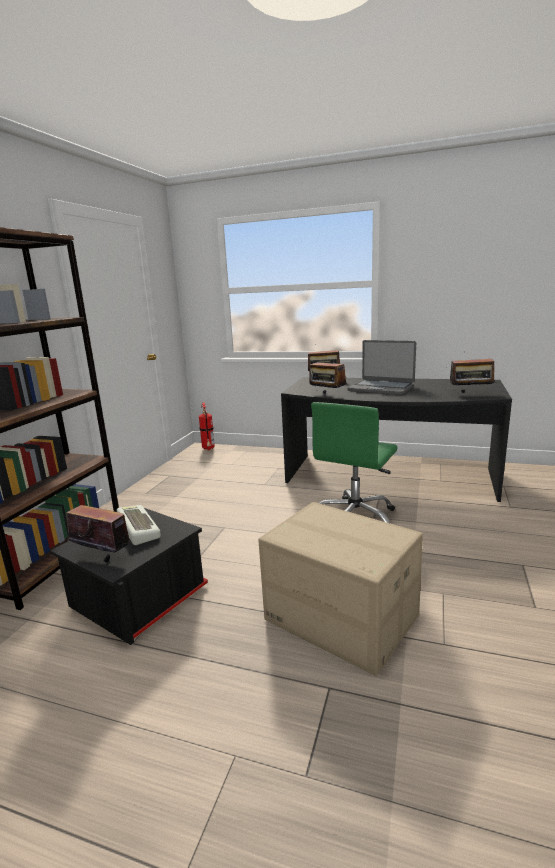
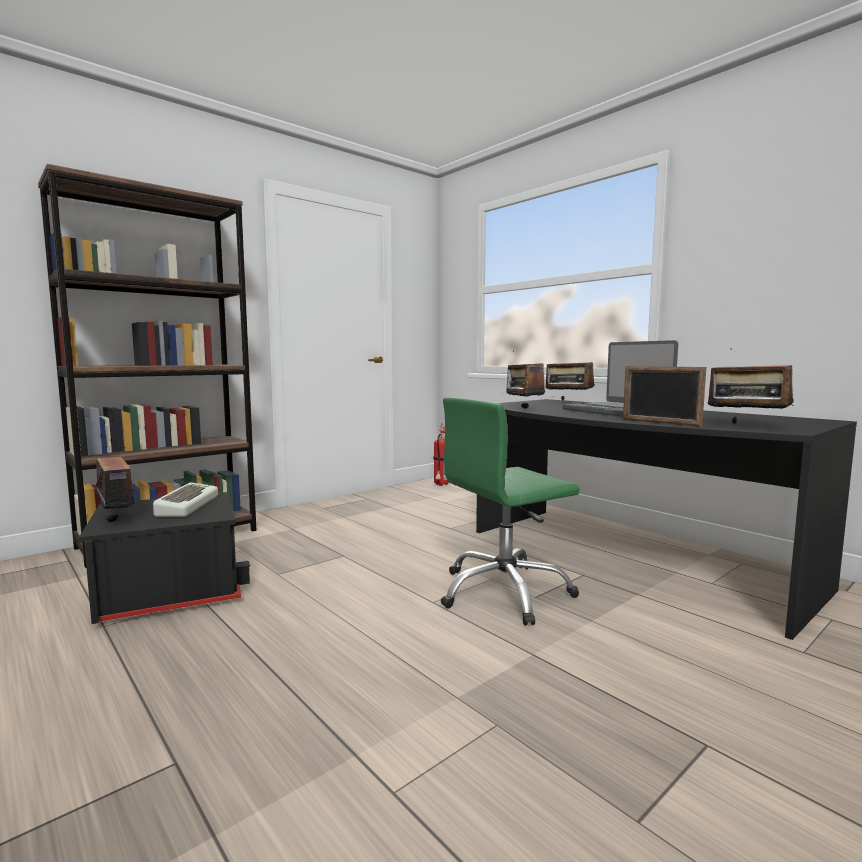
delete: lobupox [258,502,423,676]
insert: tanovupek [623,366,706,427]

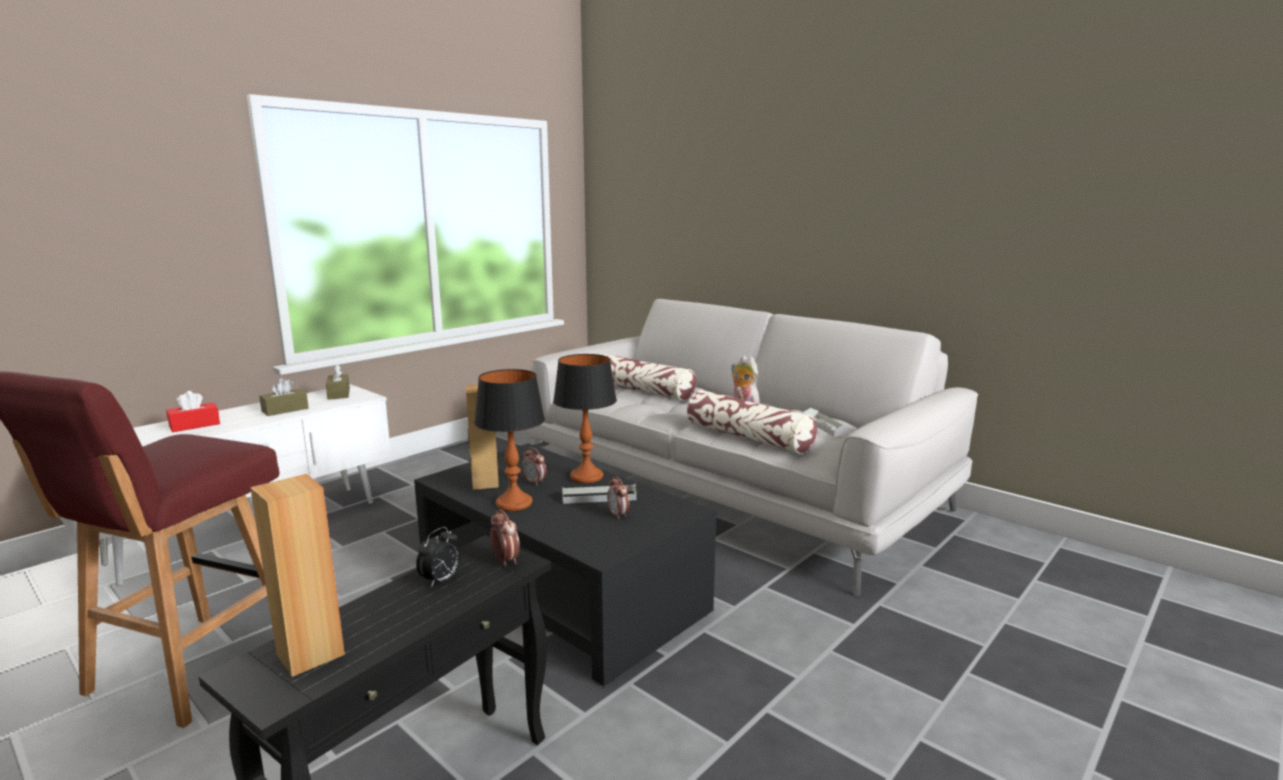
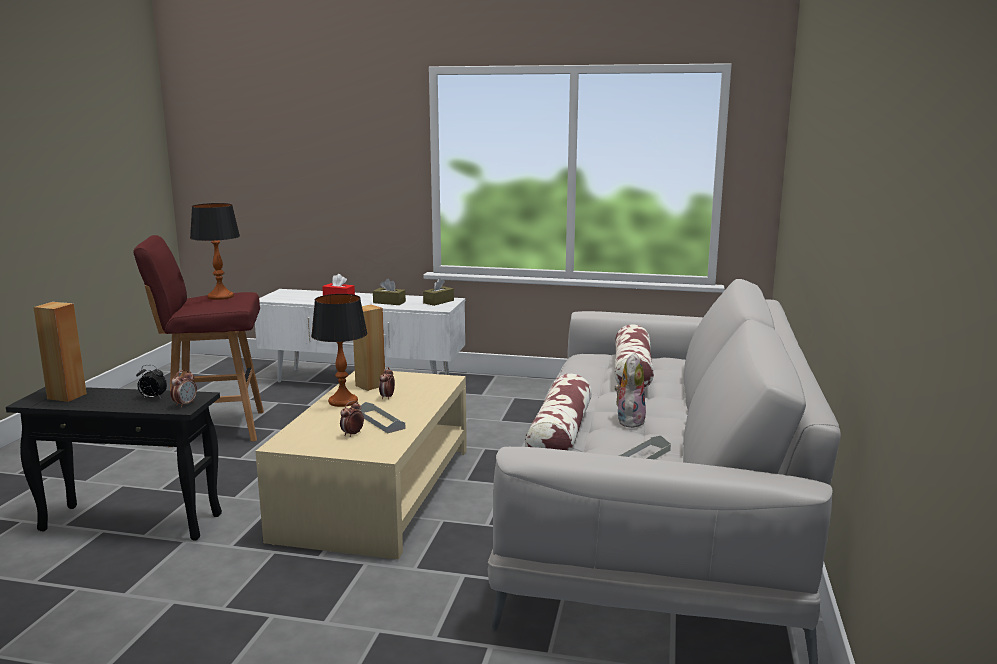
move: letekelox [553,354,617,483] to [190,203,240,300]
recolor: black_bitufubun [414,443,716,686] to beige_bitufubun [255,371,467,560]

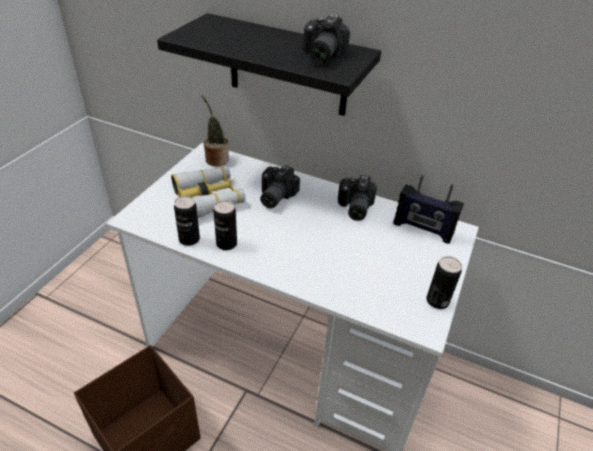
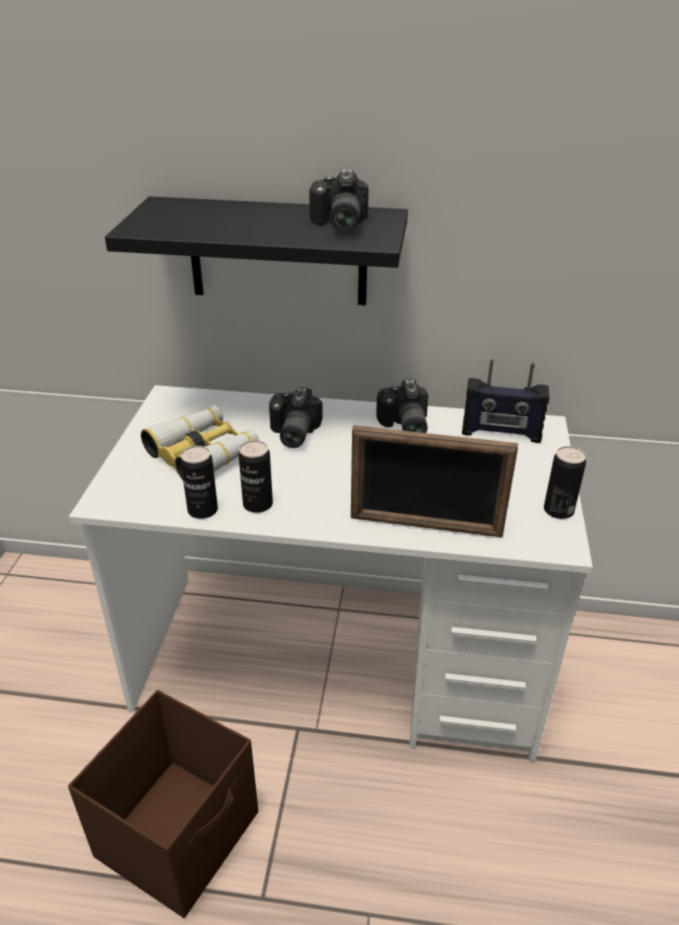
delete: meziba [201,95,229,166]
insert: tanovupek [351,425,518,538]

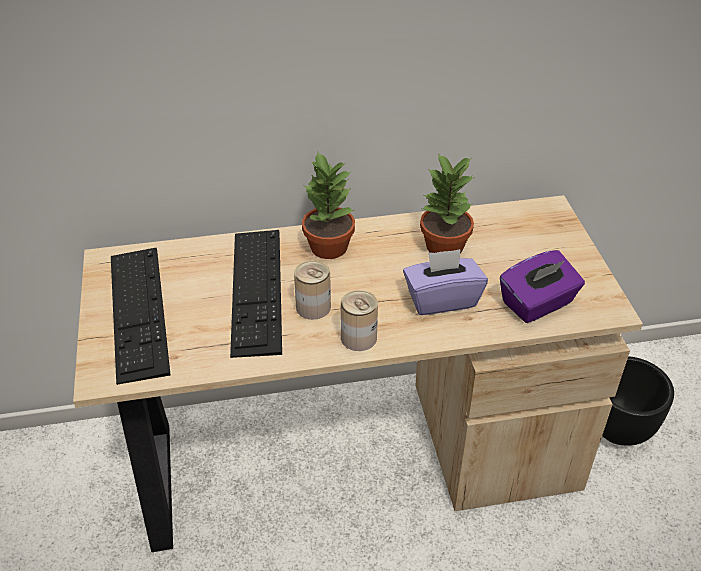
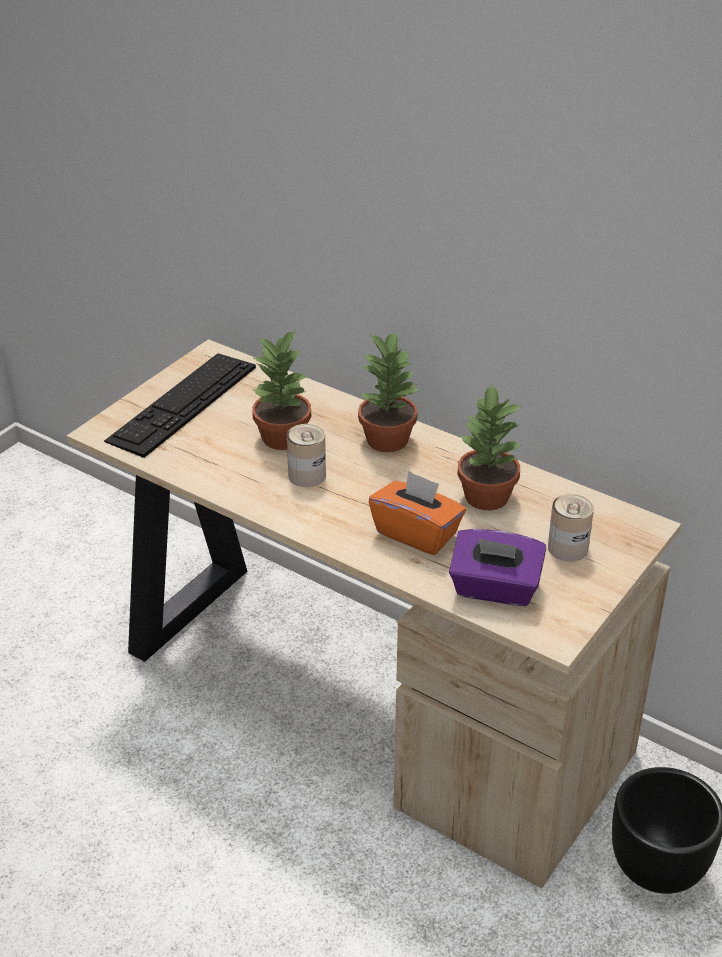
move: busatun [340,290,378,351] to [548,494,594,562]
replace: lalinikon [230,230,282,358] to meziba [251,329,311,450]
recolor: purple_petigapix [403,249,488,315] to orange_petigapix [369,470,466,555]

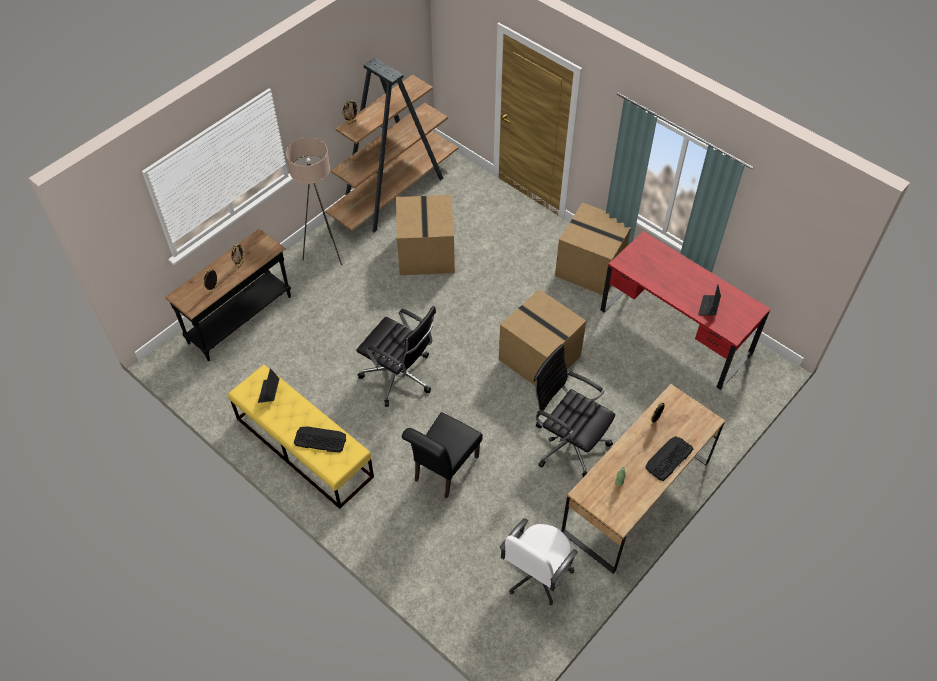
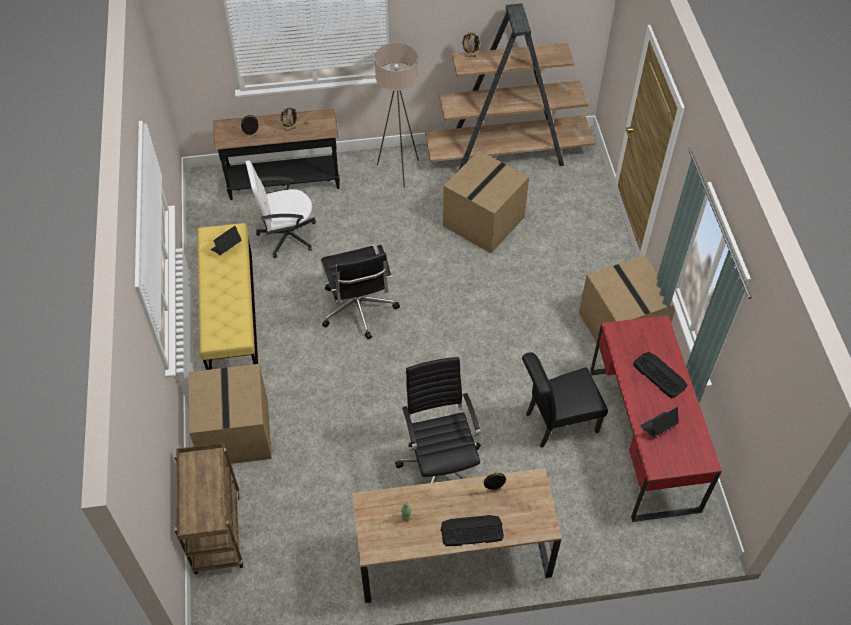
insert: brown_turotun [174,443,243,574]
move: lobupox [499,289,586,386] to [189,364,272,464]; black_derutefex [402,412,483,499] to [522,352,608,448]; lalinikon [294,426,346,453] to [633,352,687,398]; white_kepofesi [500,518,578,605] to [246,160,316,258]

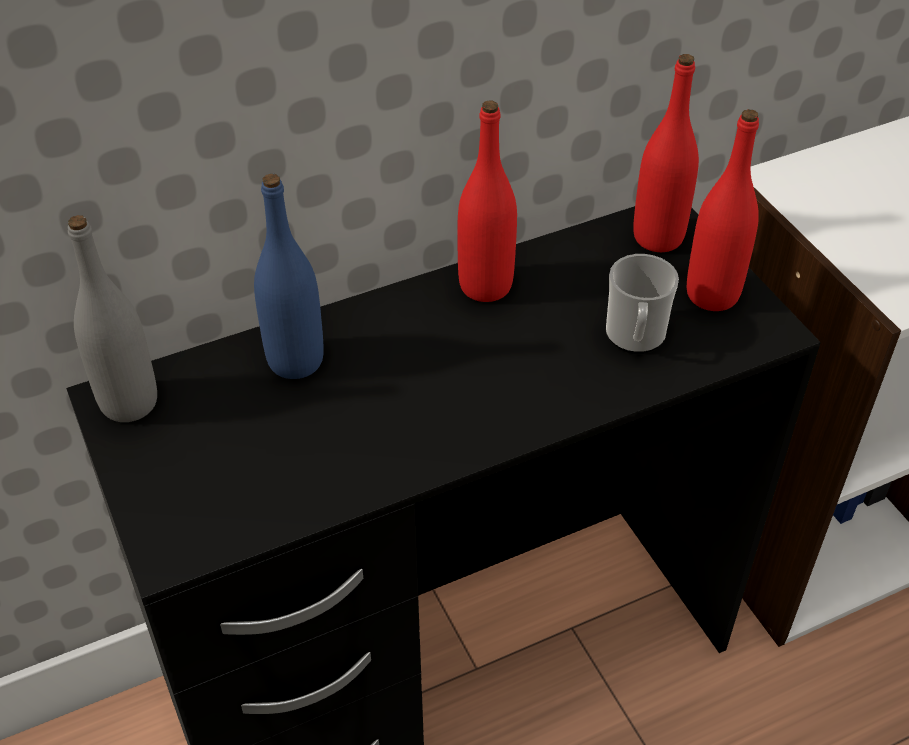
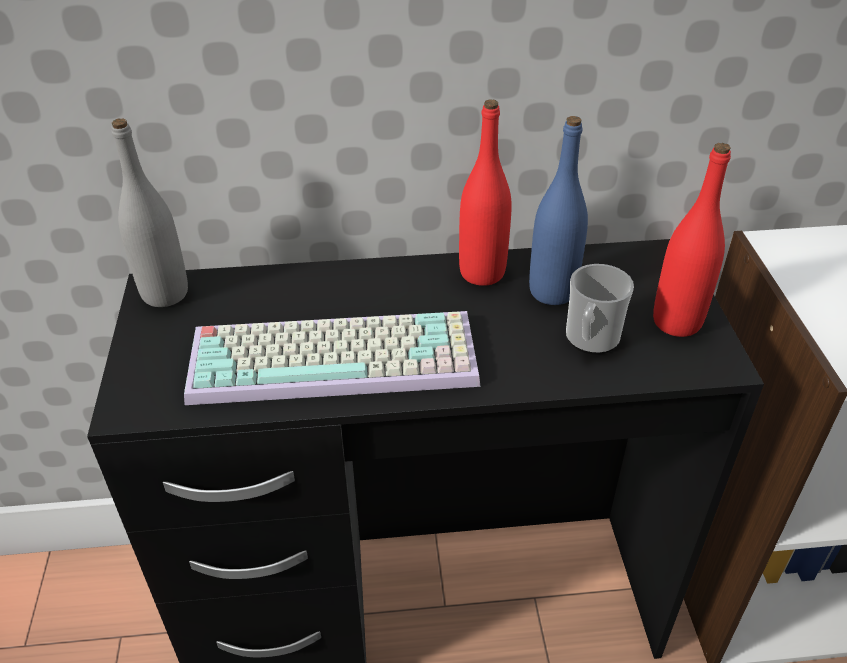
delete: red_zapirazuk [633,54,699,252]
insert: lalinikon [184,311,481,405]
move: blue_zapirazuk [254,174,324,379] to [529,116,588,305]

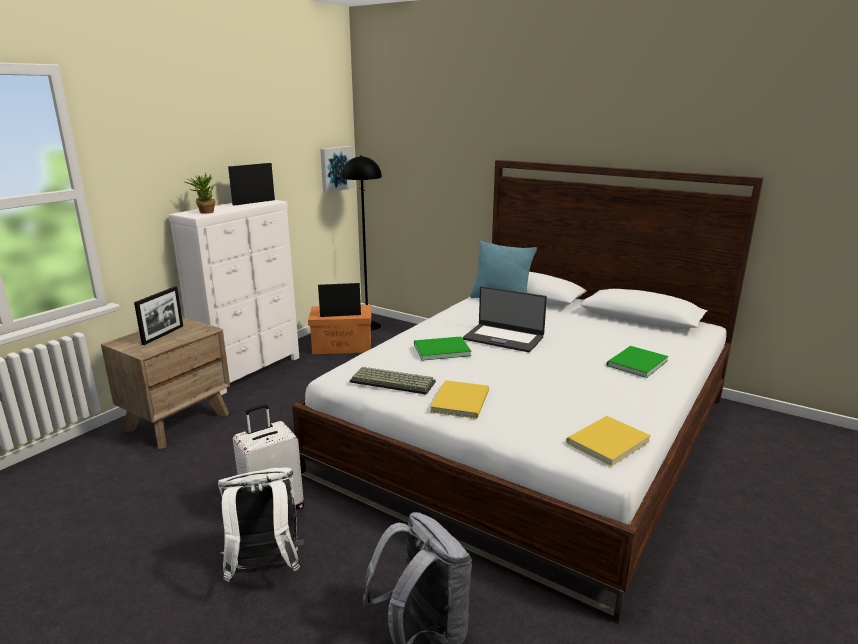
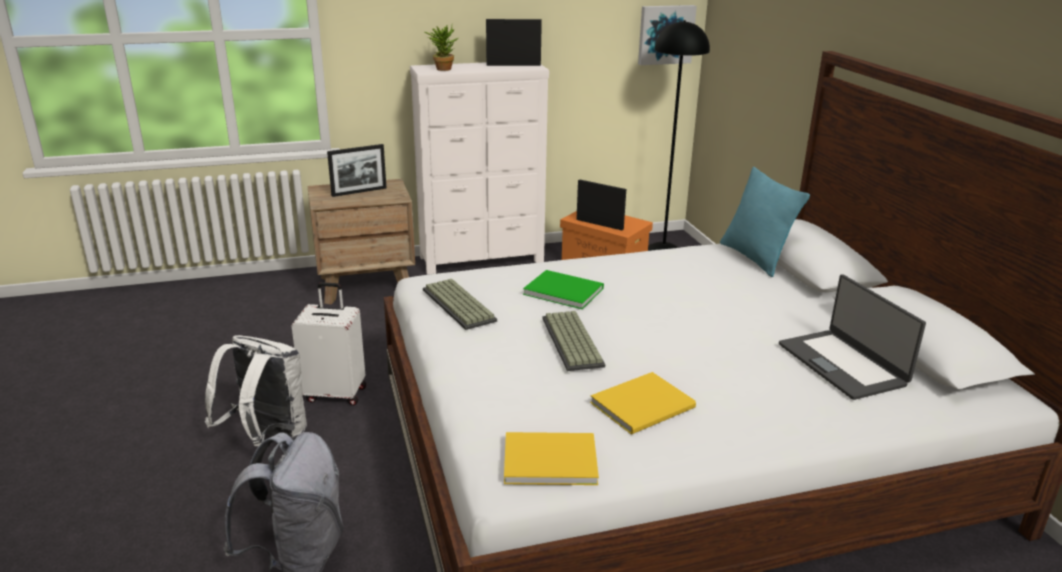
delete: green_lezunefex [606,346,668,378]
insert: lalinikon [542,311,605,371]
move: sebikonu [463,286,547,352] to [779,274,926,400]; yellow_lezunefex [430,380,489,419] to [590,372,696,435]

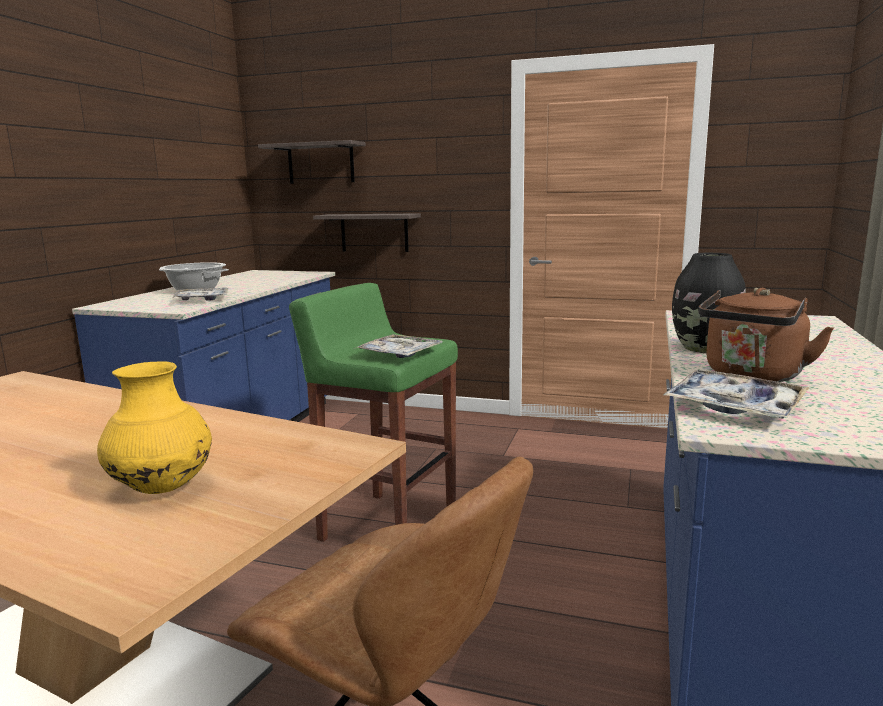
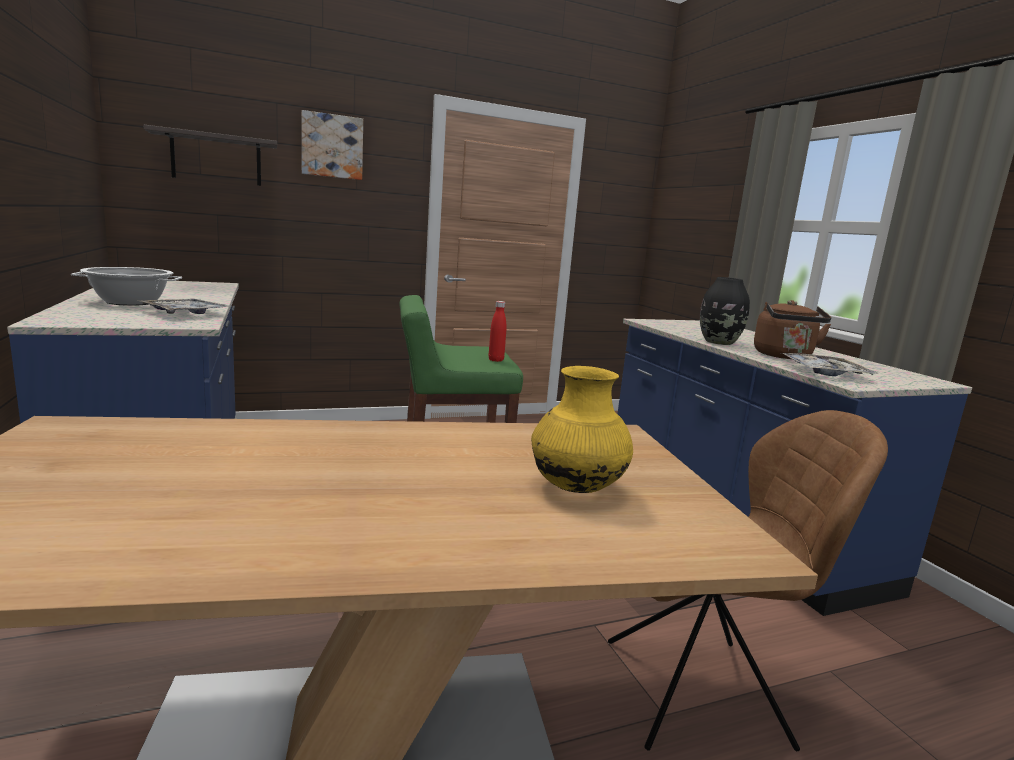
delete: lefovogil [313,213,421,252]
insert: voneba [301,110,363,180]
replace: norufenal [356,334,443,358] to red_zapirazuk [489,301,506,362]

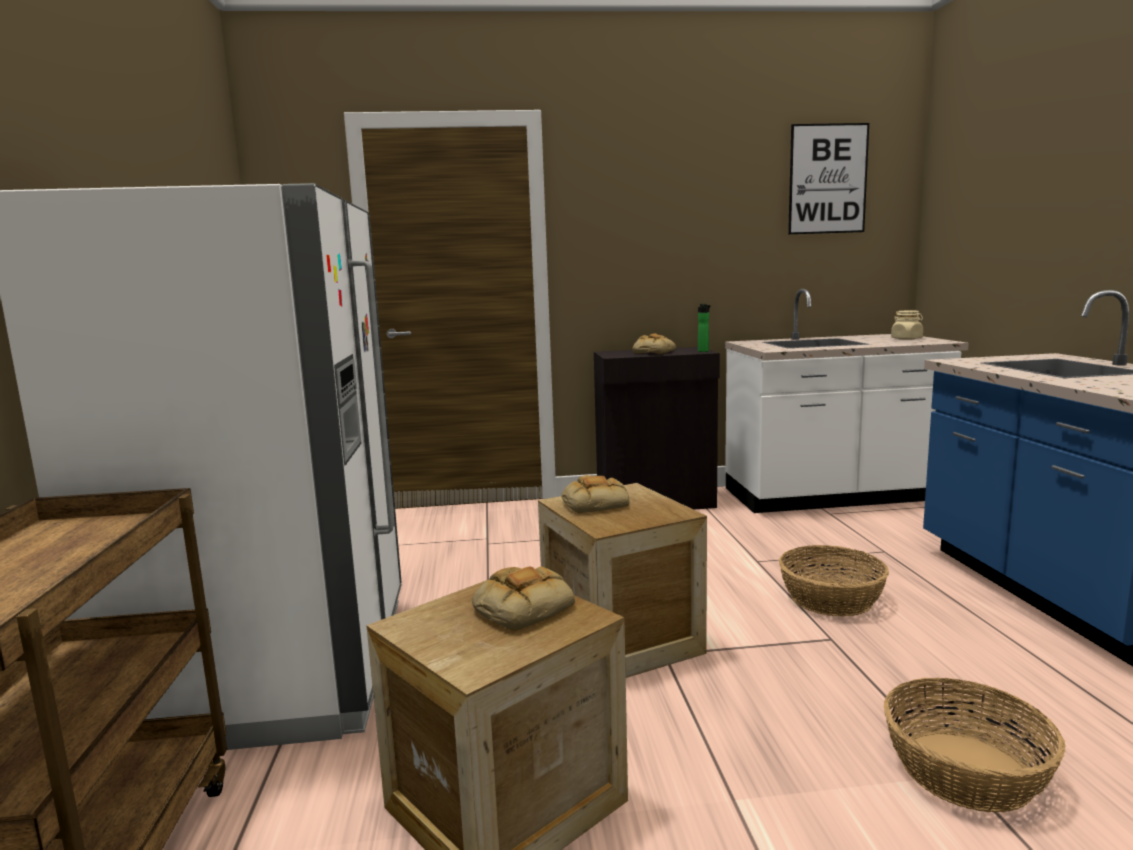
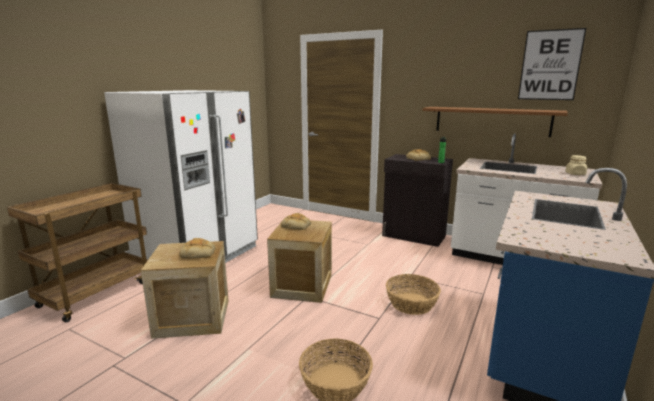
insert: brown_lefovogil [422,107,568,137]

